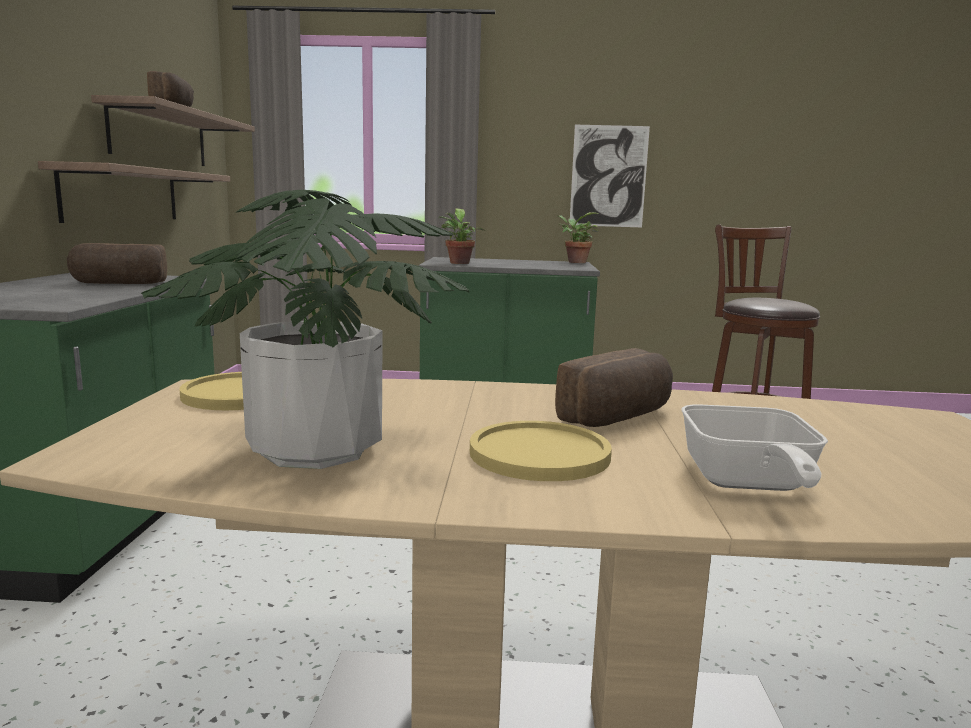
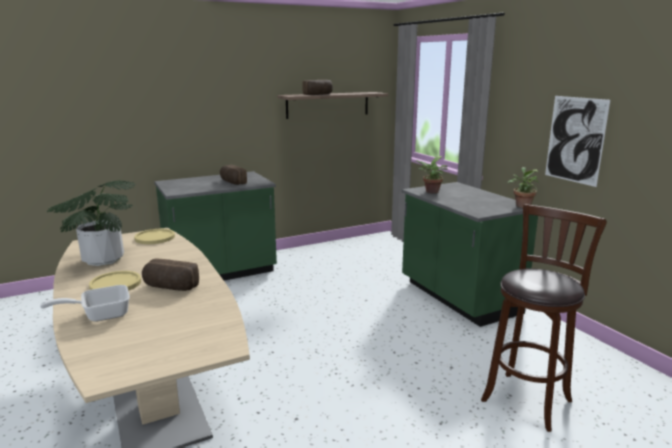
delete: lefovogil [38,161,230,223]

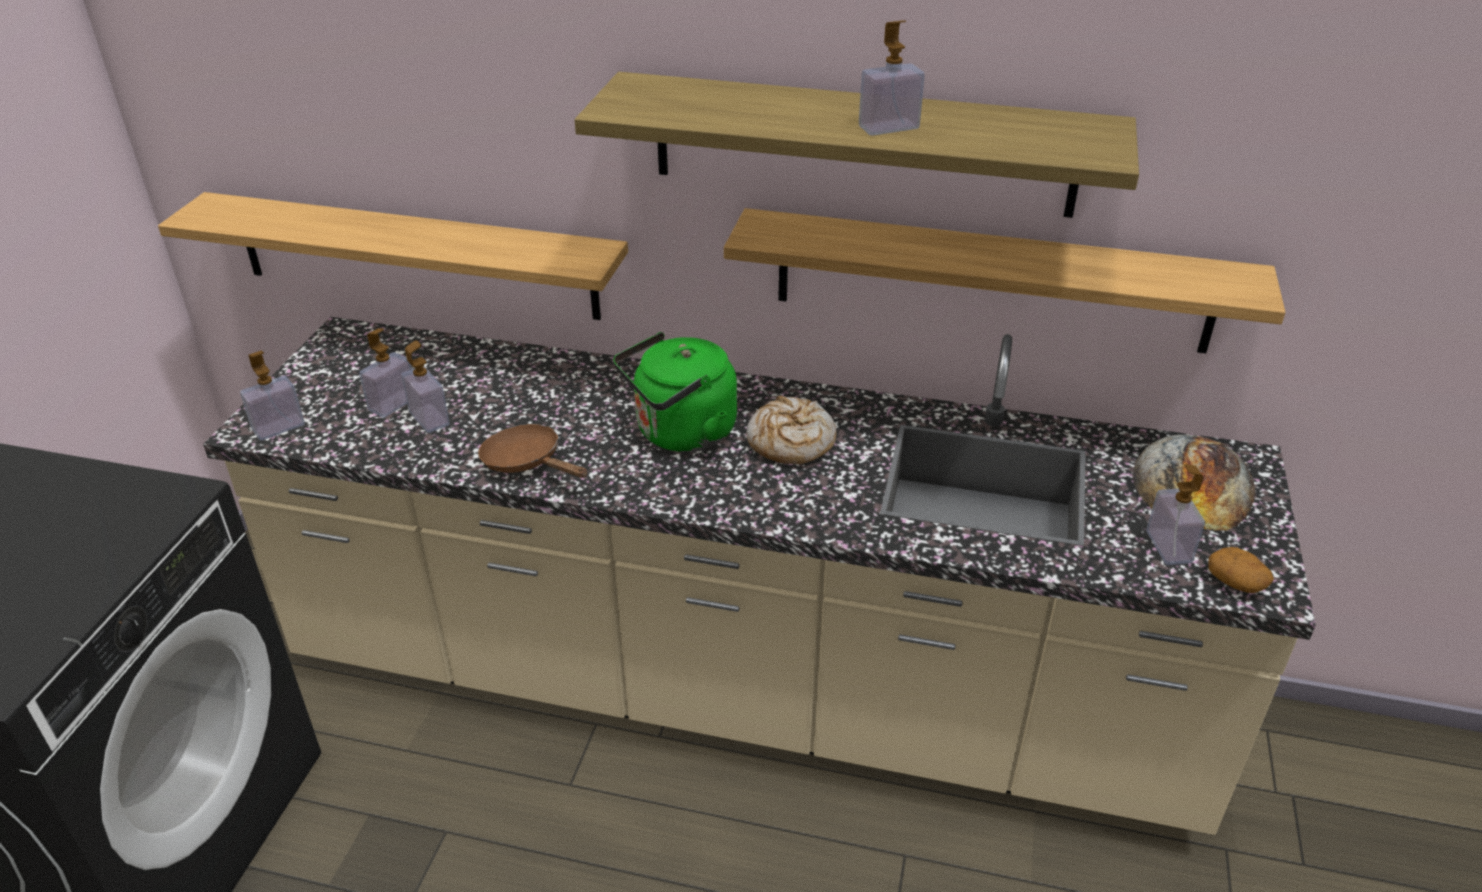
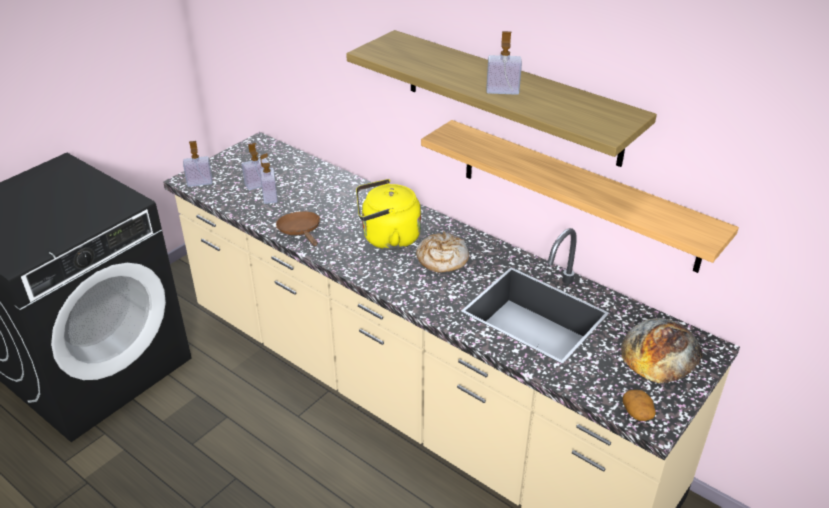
delete: lefovogil [158,192,628,320]; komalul [1147,464,1205,565]
recolor: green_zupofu [613,332,737,452] to yellow_zupofu [356,179,421,250]

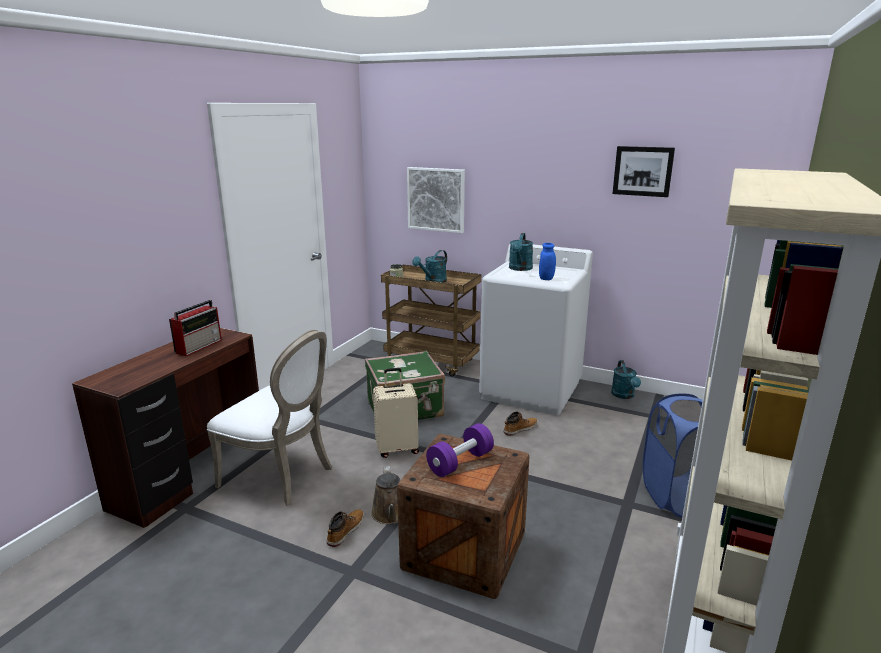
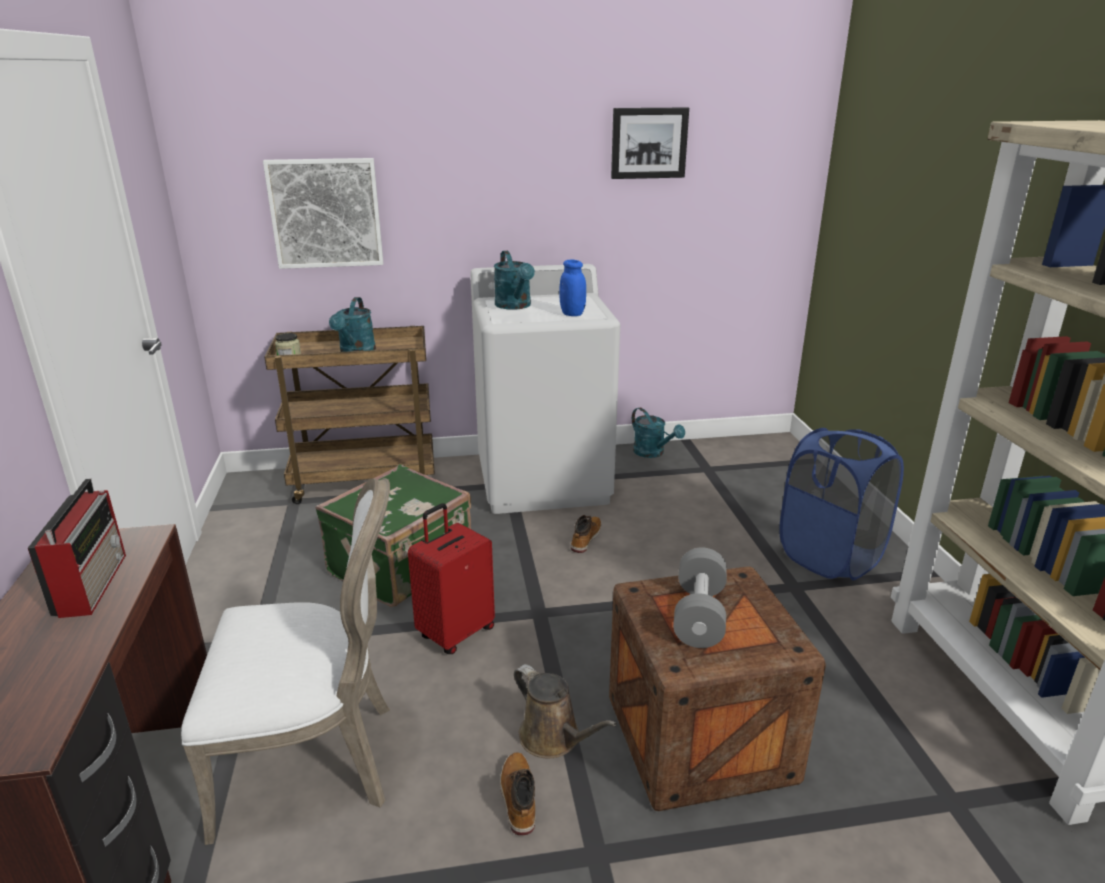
recolor: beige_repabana [373,368,419,458] to red_repabana [408,503,495,654]; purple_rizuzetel [426,423,494,477] to grey_rizuzetel [673,547,727,648]

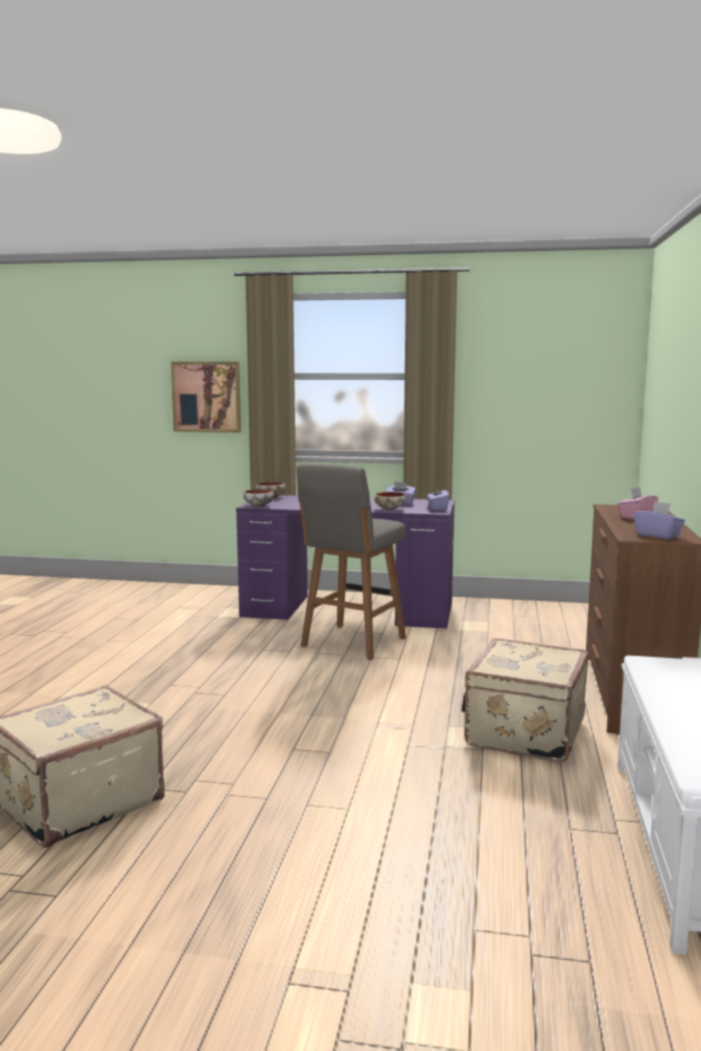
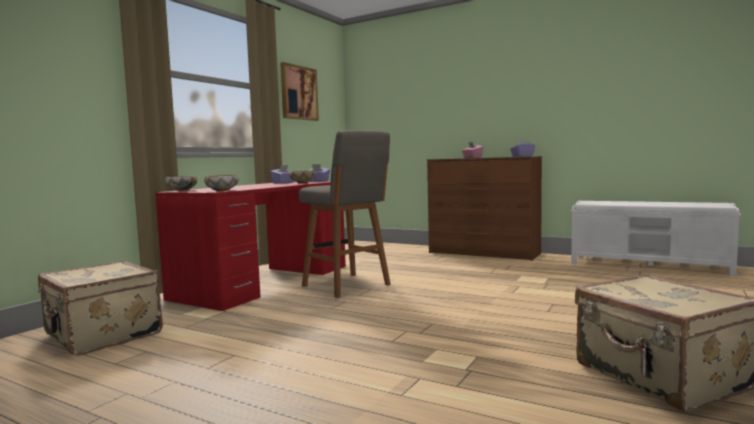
move: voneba [171,362,241,433] to [280,62,319,121]; beige_repabana [461,638,588,762] to [38,260,163,356]
recolor: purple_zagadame [236,495,455,629] to red_zagadame [155,181,346,311]

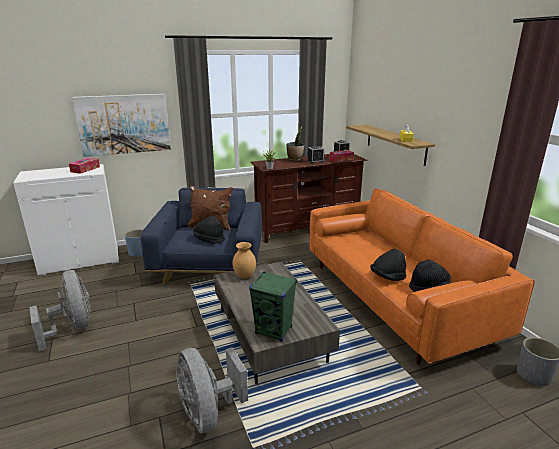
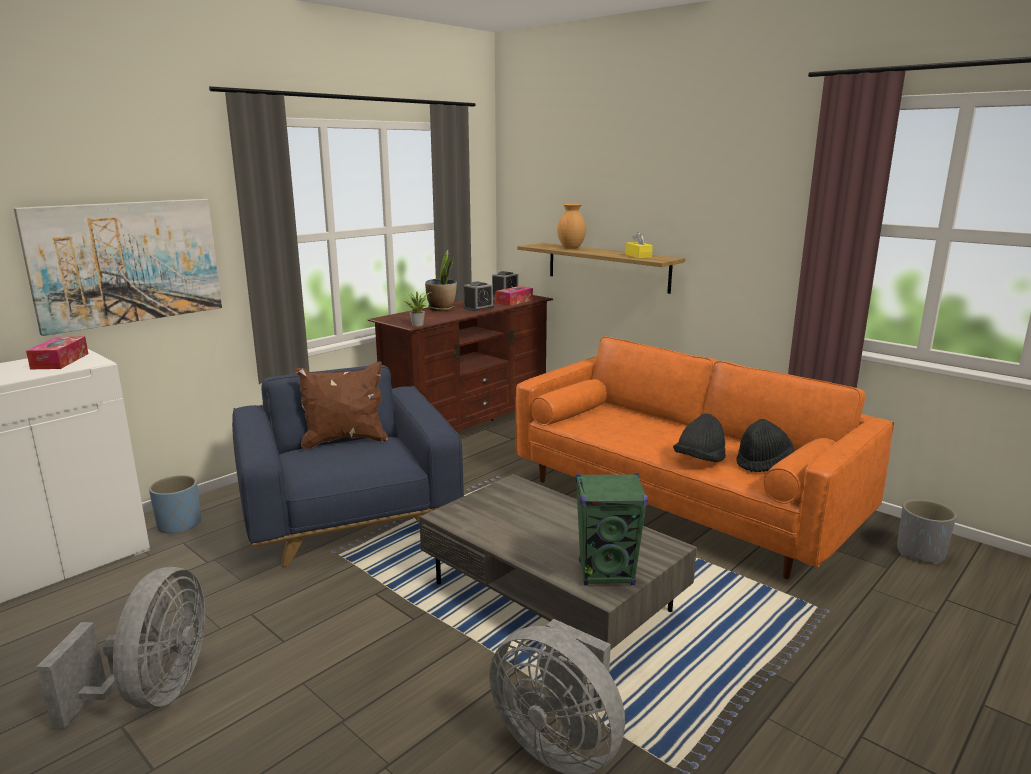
delete: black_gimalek [193,216,225,244]
move: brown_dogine [233,242,256,279] to [557,204,586,249]
rotate: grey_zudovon [30,270,90,351] = [37,567,205,728] 60 degrees clockwise

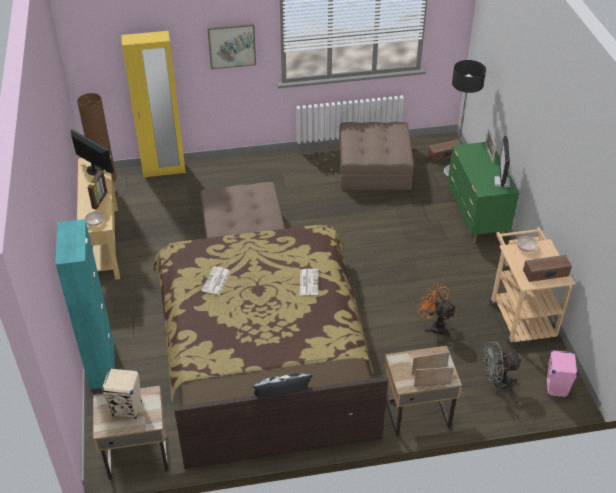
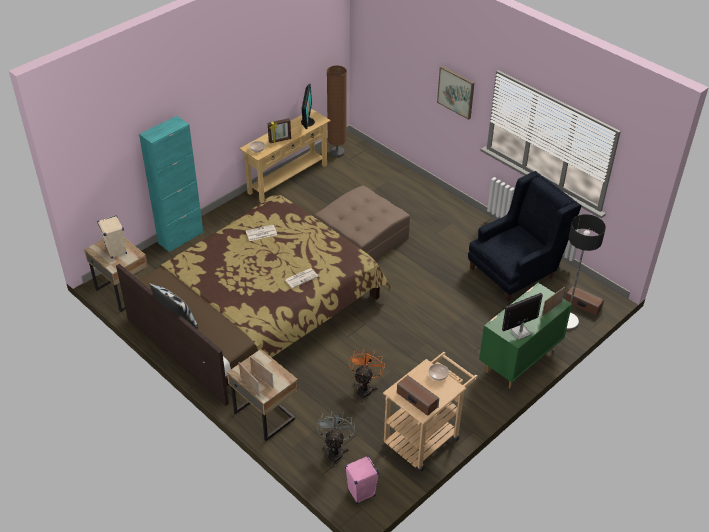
delete: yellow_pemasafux [121,31,186,178]
replace: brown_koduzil [339,122,414,190] to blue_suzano [468,171,581,302]
rotate: grey_zudovon [483,342,521,394] = [317,411,355,467] 45 degrees clockwise

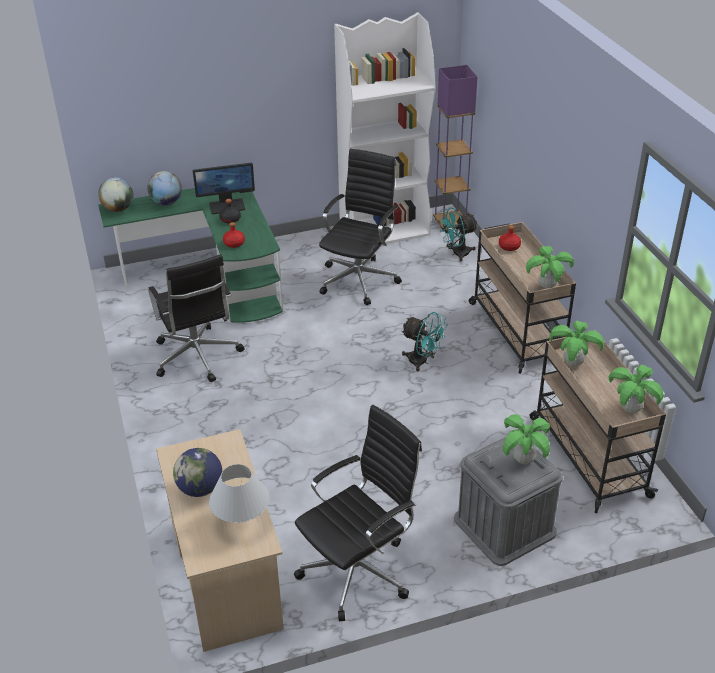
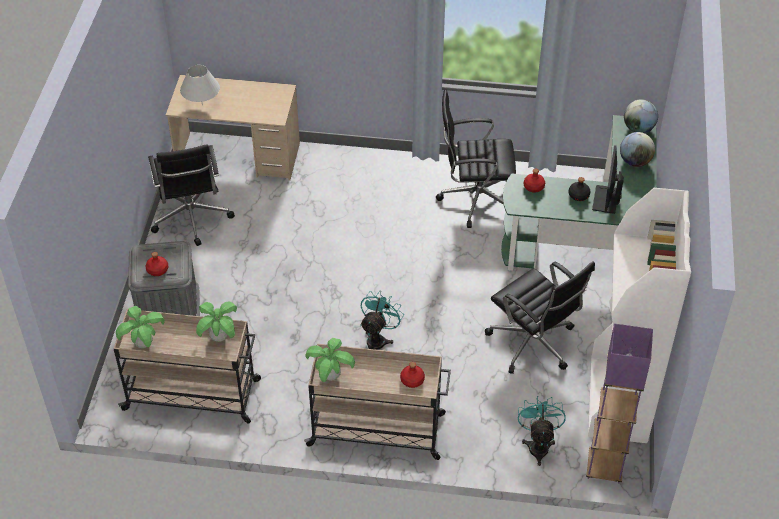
delete: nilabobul [173,448,222,497]
replace: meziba [503,414,550,464] to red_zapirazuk [146,252,168,276]
rotate: turquoise_zudovon [401,312,448,371] = [360,291,404,350] 150 degrees clockwise

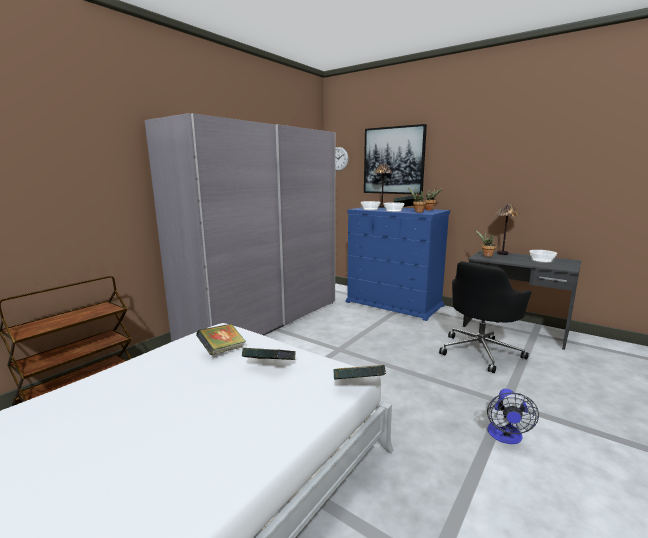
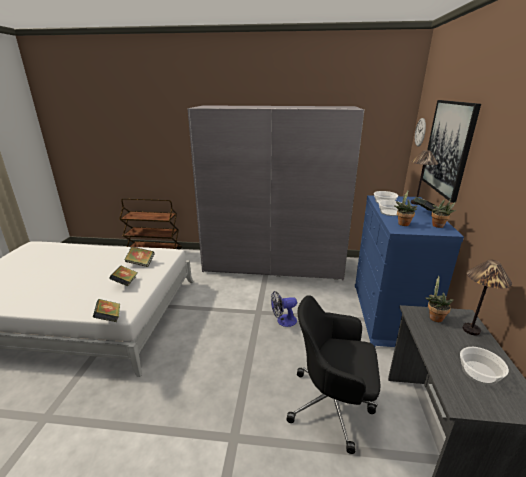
move: zudovon [487,389,539,444] to [271,291,297,327]

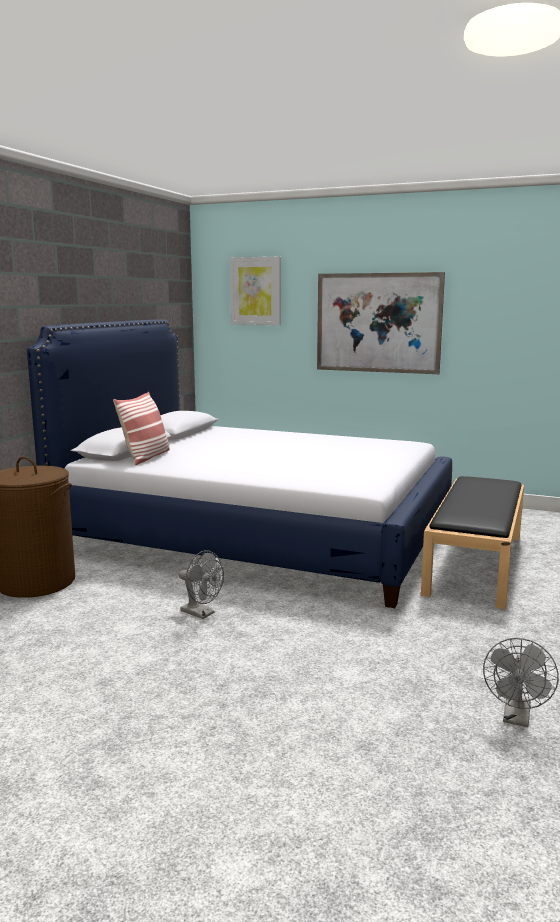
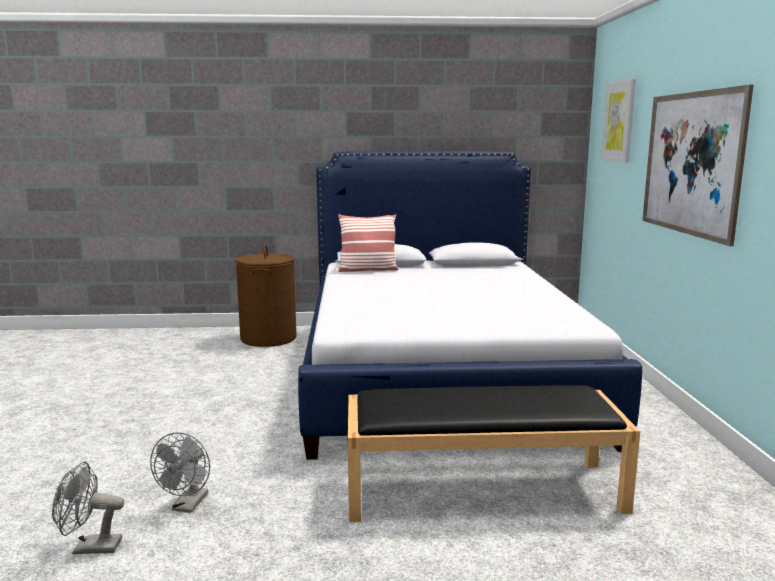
move: grey_zudovon [179,550,224,619] to [150,432,210,513]

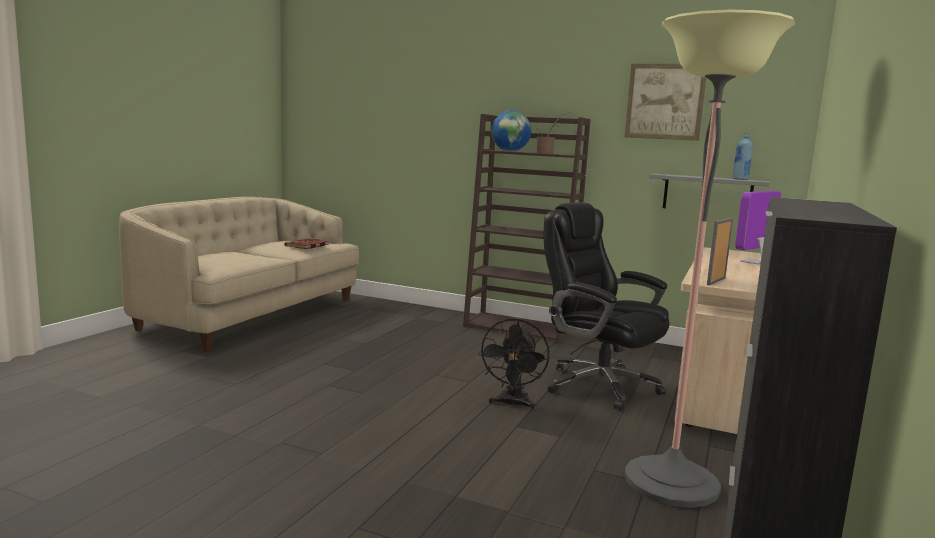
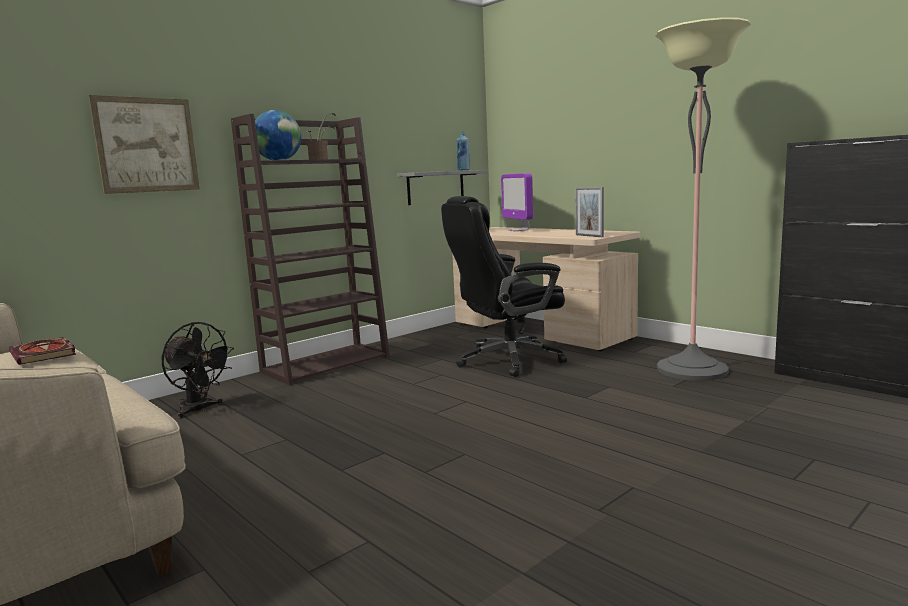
move: voneba [625,64,706,141] to [88,95,200,194]; black_zudovon [478,319,549,410] to [161,322,234,419]

